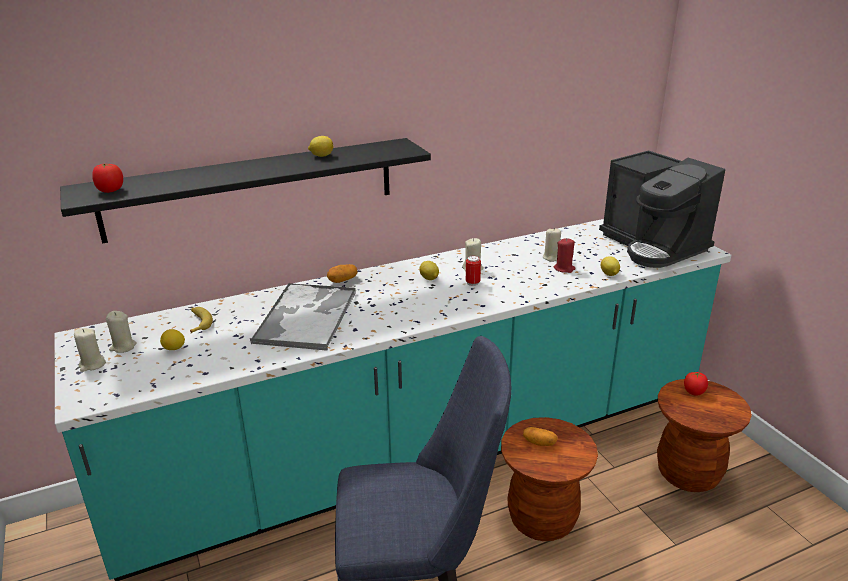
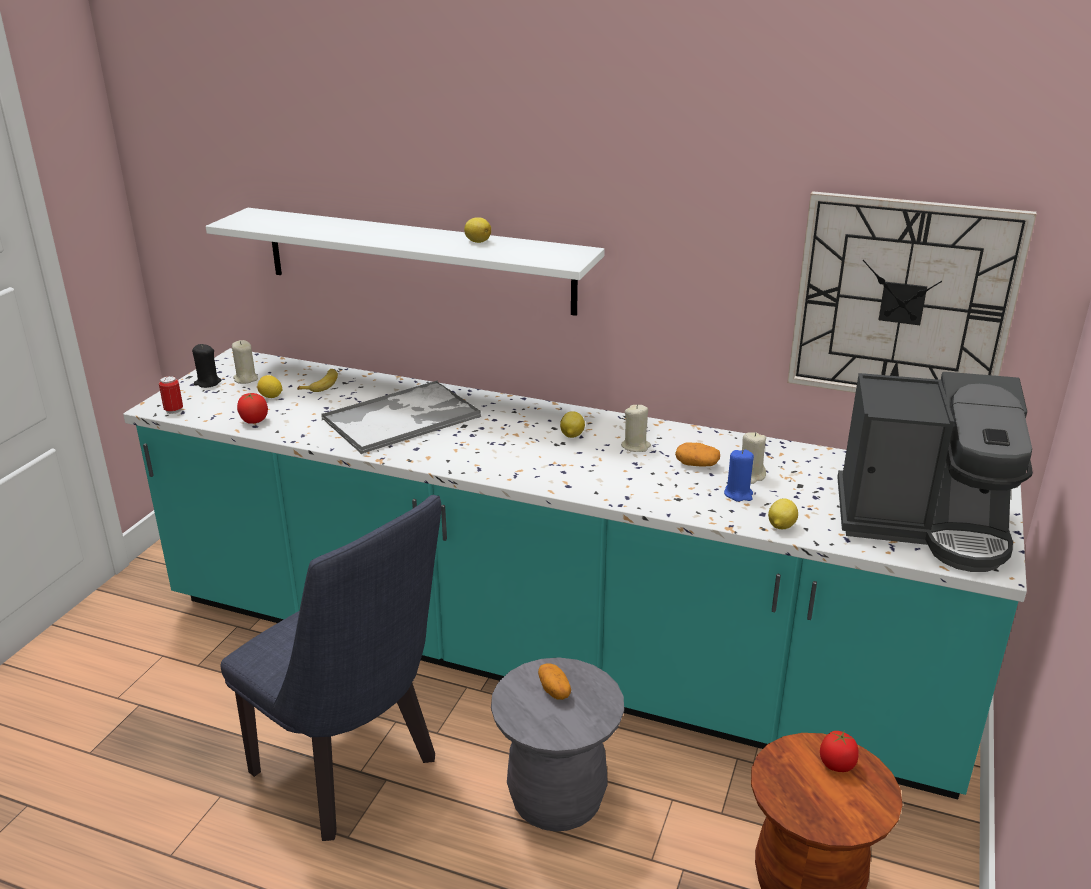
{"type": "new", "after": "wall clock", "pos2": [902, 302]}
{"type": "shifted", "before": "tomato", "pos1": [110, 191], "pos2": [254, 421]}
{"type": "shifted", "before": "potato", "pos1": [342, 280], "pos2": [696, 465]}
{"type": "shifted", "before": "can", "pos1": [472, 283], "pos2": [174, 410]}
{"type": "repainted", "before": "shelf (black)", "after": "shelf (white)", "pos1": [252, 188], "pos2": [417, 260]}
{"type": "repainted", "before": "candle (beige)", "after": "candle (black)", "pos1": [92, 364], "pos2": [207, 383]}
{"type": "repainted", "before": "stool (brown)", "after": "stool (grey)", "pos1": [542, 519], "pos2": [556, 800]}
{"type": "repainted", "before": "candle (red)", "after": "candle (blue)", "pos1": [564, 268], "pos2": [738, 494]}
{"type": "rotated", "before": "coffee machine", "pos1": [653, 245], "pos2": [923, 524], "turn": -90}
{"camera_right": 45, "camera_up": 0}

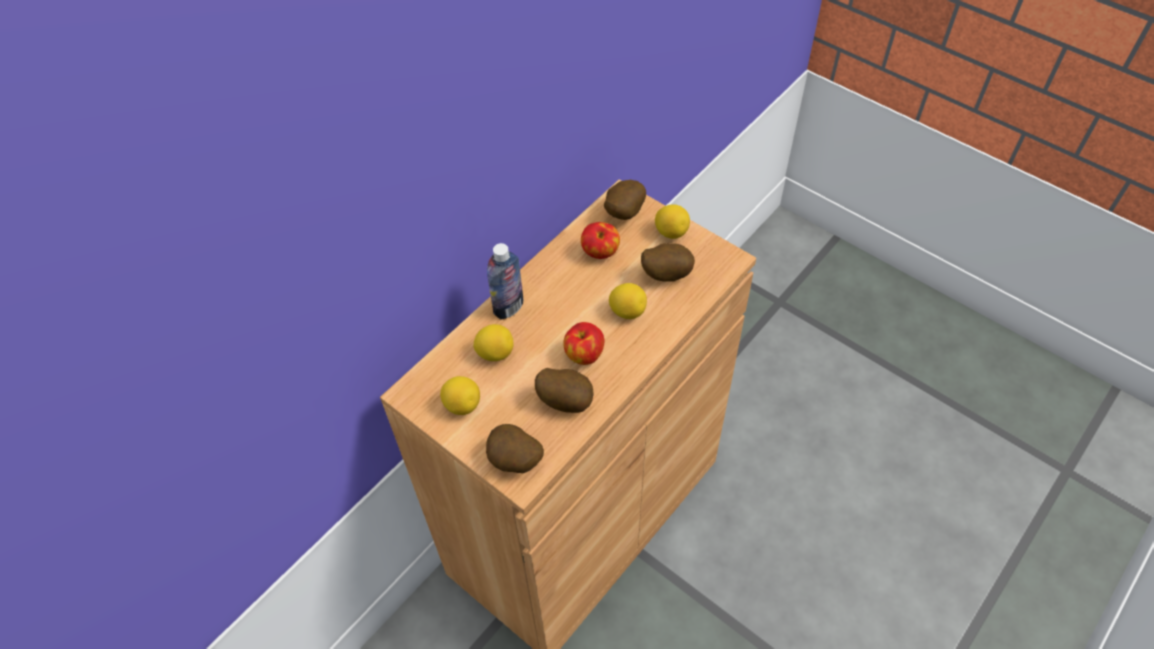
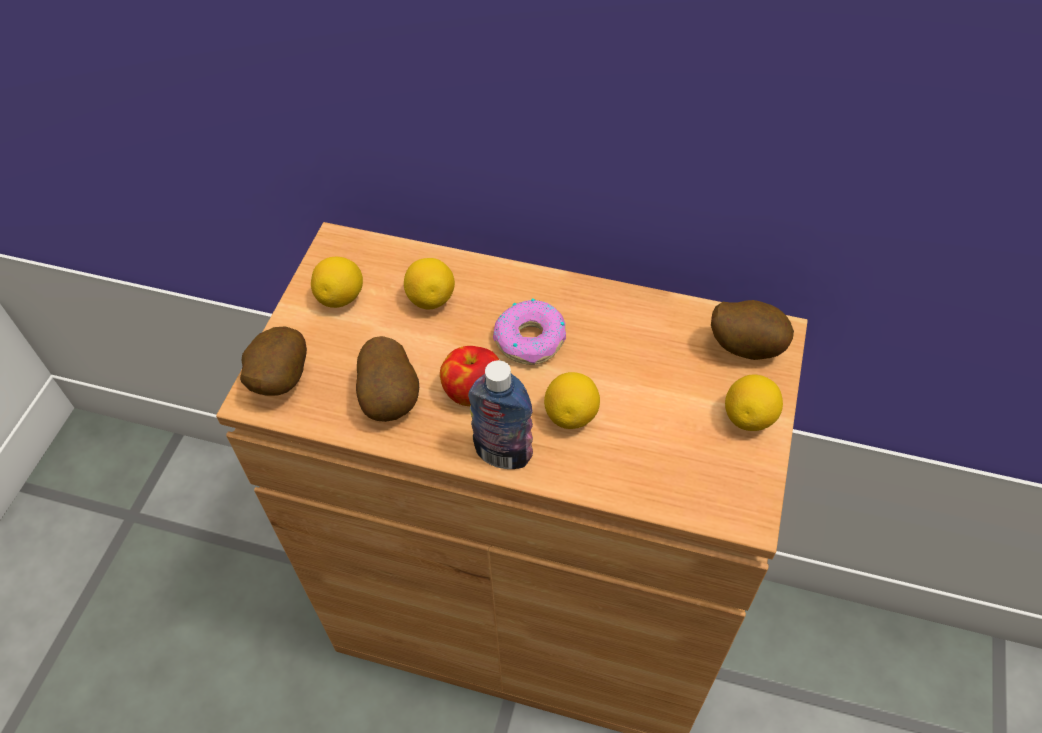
{"type": "gone", "before": "apple", "pos1": [600, 253]}
{"type": "gone", "before": "potato", "pos1": [665, 274]}
{"type": "new", "after": "donut", "pos2": [531, 339]}
{"type": "shifted", "before": "bottle", "pos1": [508, 307], "pos2": [503, 454]}
{"camera_right": 65, "camera_up": 0}

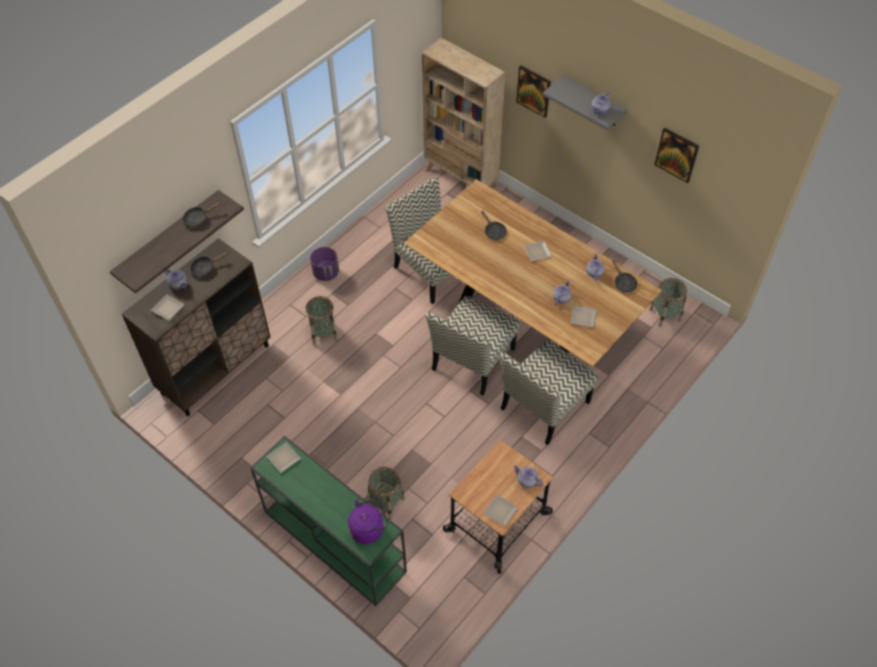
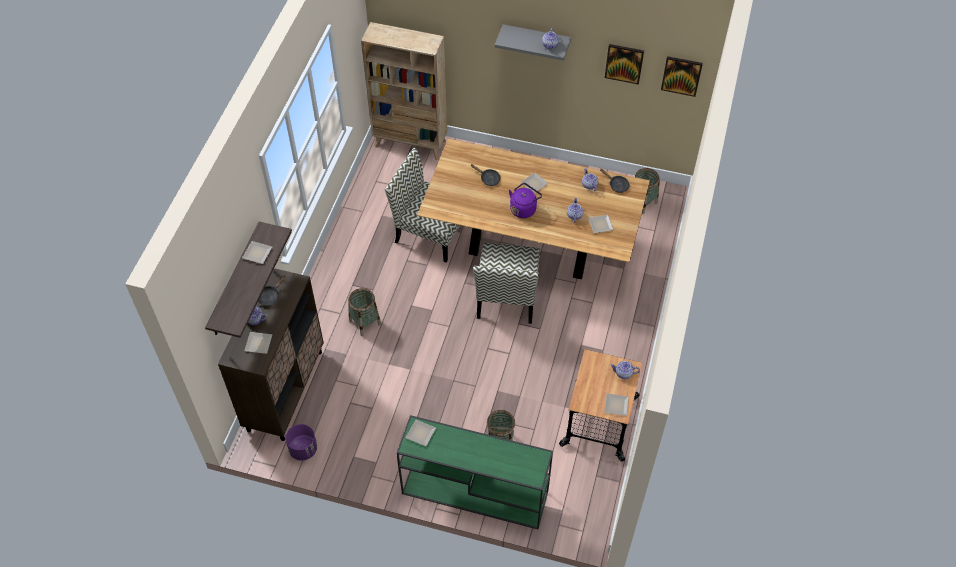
{"type": "gone", "before": "chair", "pos1": [544, 406]}
{"type": "shifted", "before": "planter (purple)", "pos1": [326, 273], "pos2": [303, 449]}
{"type": "shifted", "before": "kettle (purple)", "pos1": [368, 528], "pos2": [524, 208]}
{"type": "shifted", "before": "picture", "pos1": [534, 91], "pos2": [681, 75]}
{"type": "swapped", "before": "frying pan (black)", "after": "plate", "pos1": [198, 218], "pos2": [257, 252]}
{"camera_right": -25, "camera_up": 0}

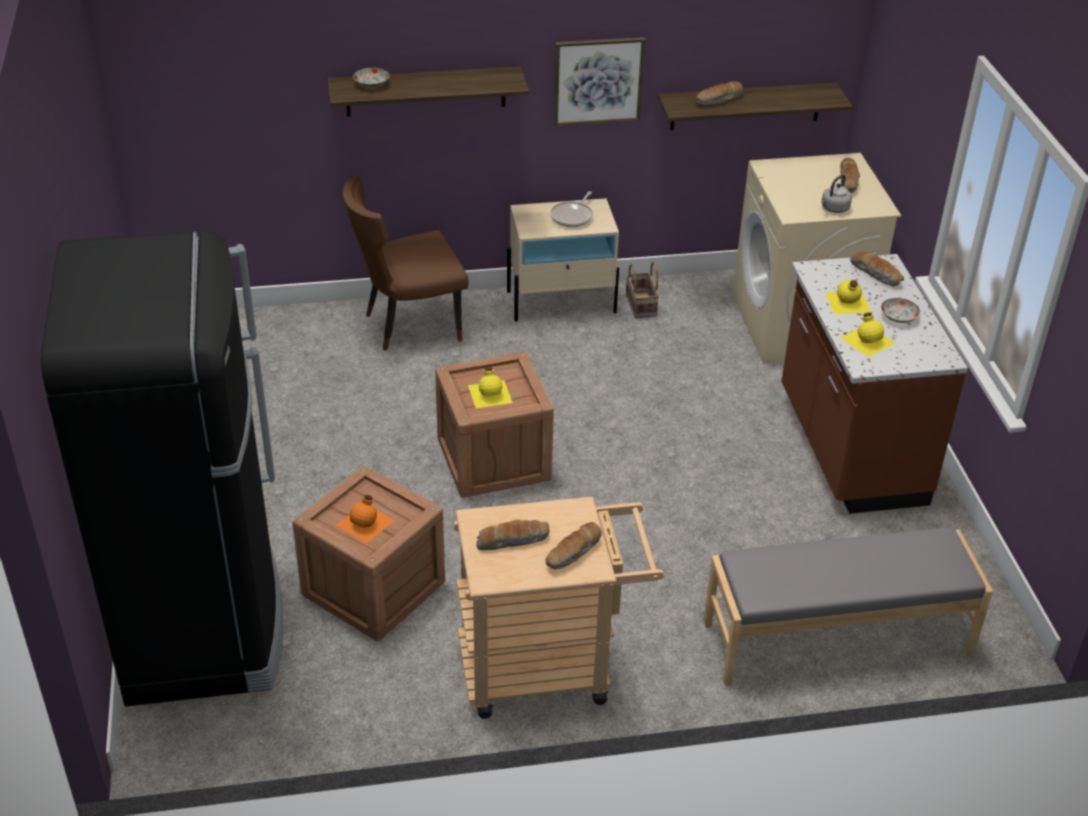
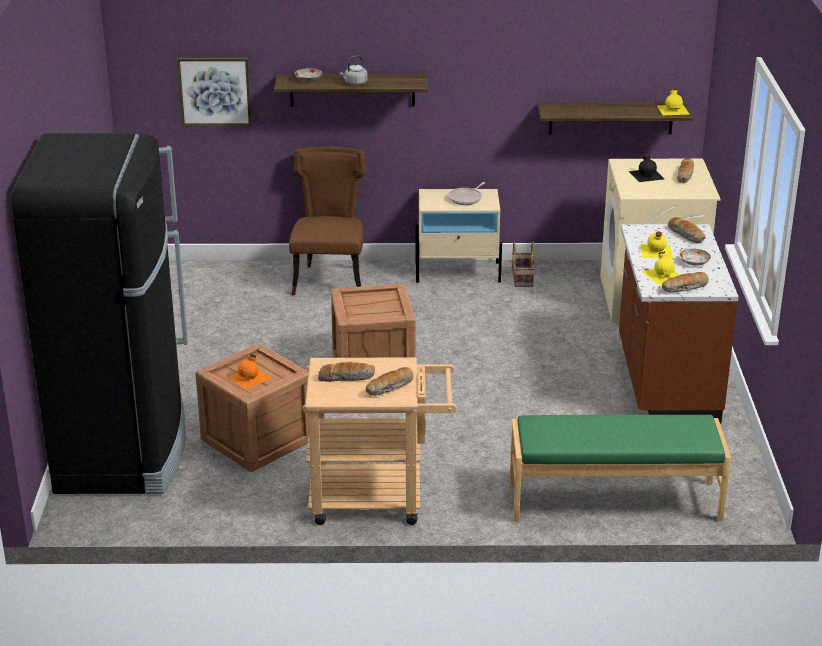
{"type": "new", "after": "bottle (black)", "pos2": [646, 175]}
{"type": "shifted", "before": "bottle (yellow)", "pos1": [490, 393], "pos2": [673, 109]}
{"type": "shifted", "before": "picture", "pos1": [598, 81], "pos2": [214, 91]}
{"type": "shifted", "before": "bread", "pos1": [719, 100], "pos2": [685, 288]}
{"type": "shifted", "before": "kettle (grey)", "pos1": [834, 209], "pos2": [354, 83]}
{"type": "repainted", "before": "bench (grey)", "after": "bench (green)", "pos1": [837, 640], "pos2": [614, 501]}
{"type": "rotated", "before": "chair (brown)", "pos1": [408, 325], "pos2": [330, 279], "turn": 105}
{"camera_right": 10, "camera_up": -10}

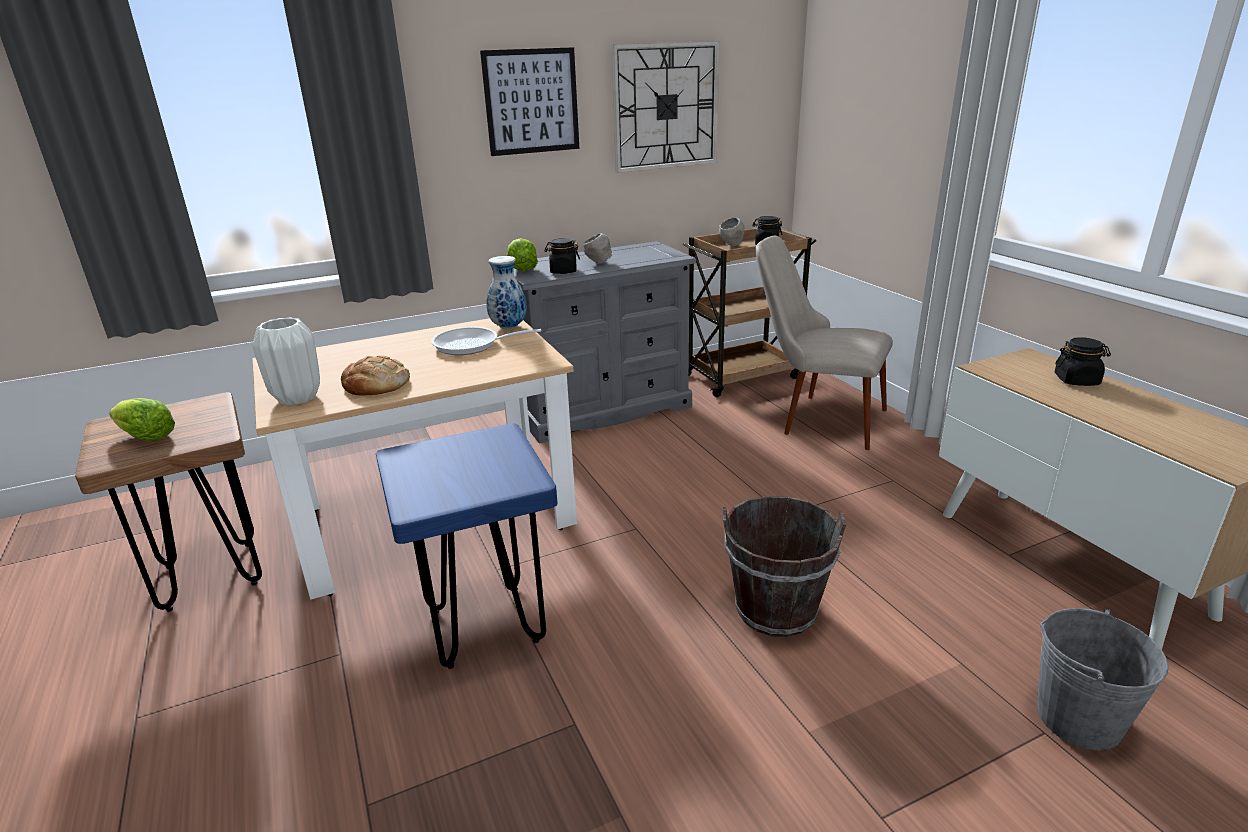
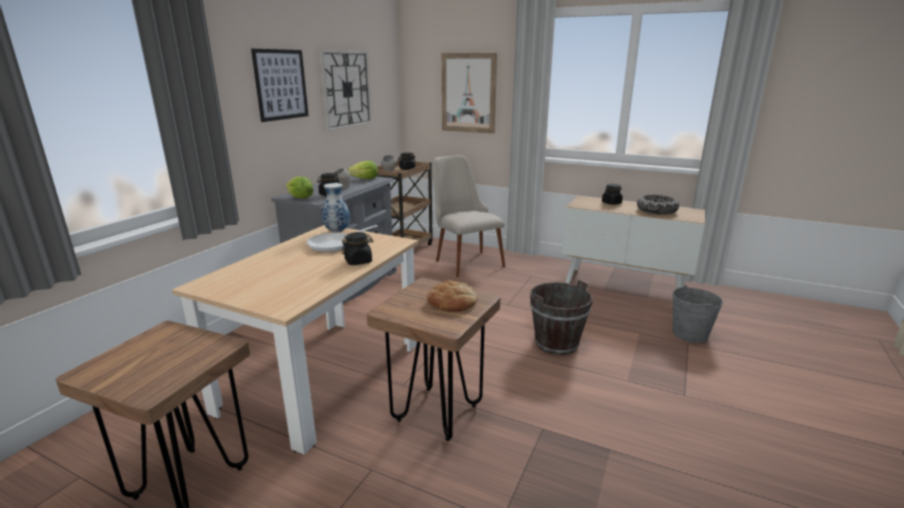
{"type": "gone", "before": "vase (white)", "pos1": [296, 398]}
{"type": "new", "after": "jar (black)", "pos2": [358, 261]}
{"type": "new", "after": "picture", "pos2": [468, 93]}
{"type": "new", "after": "bowl", "pos2": [656, 210]}
{"type": "shifted", "before": "lettuce", "pos1": [147, 438], "pos2": [365, 179]}
{"type": "shifted", "before": "bread", "pos1": [376, 384], "pos2": [452, 302]}
{"type": "repainted", "before": "stool (blue)", "after": "stool (brown)", "pos1": [484, 626], "pos2": [437, 413]}
{"type": "rotated", "before": "chair (beige)", "pos1": [816, 418], "pos2": [464, 260], "turn": 75}
{"camera_right": -40, "camera_up": -5}

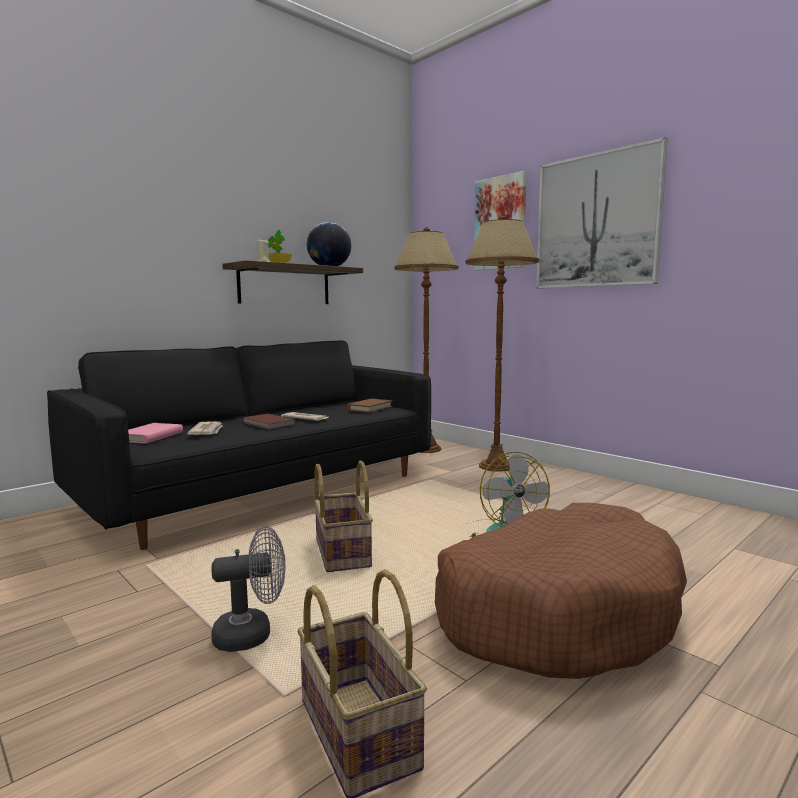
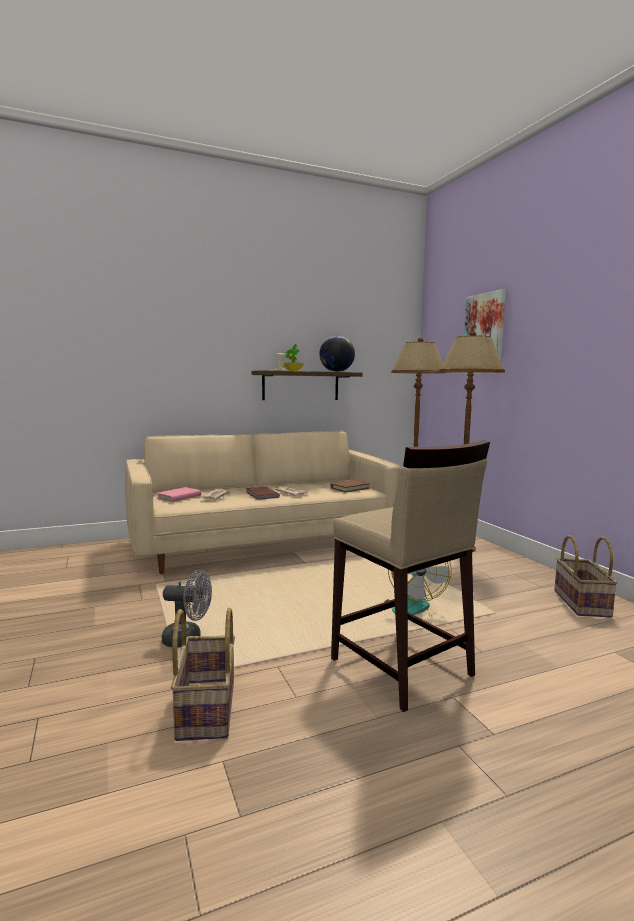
{"type": "gone", "before": "picture", "pos1": [597, 221]}
{"type": "shifted", "before": "basket", "pos1": [341, 553], "pos2": [580, 603]}
{"type": "swapped", "before": "dog bed (brown)", "after": "stool (beige)", "pos1": [556, 611], "pos2": [401, 667]}
{"type": "repainted", "before": "sofa (black)", "after": "sofa (beige)", "pos1": [262, 490], "pos2": [262, 543]}
{"camera_right": 20, "camera_up": 0}

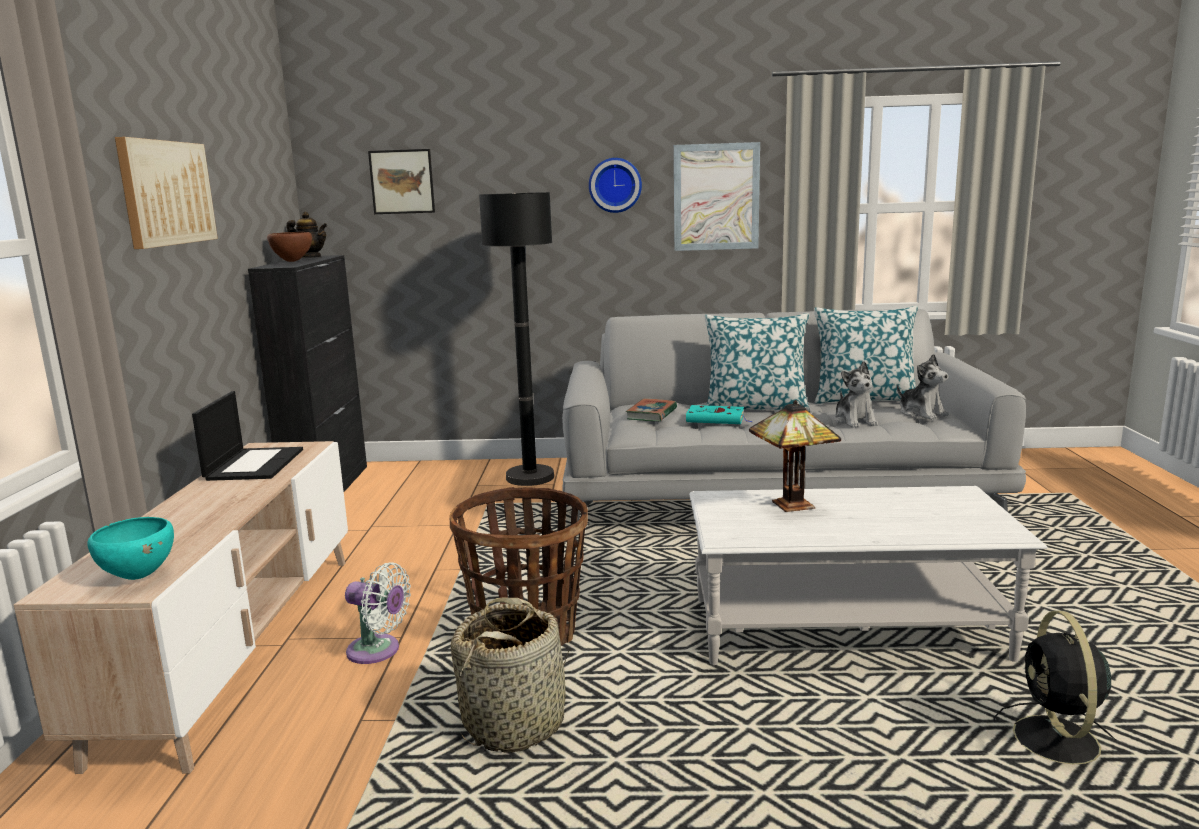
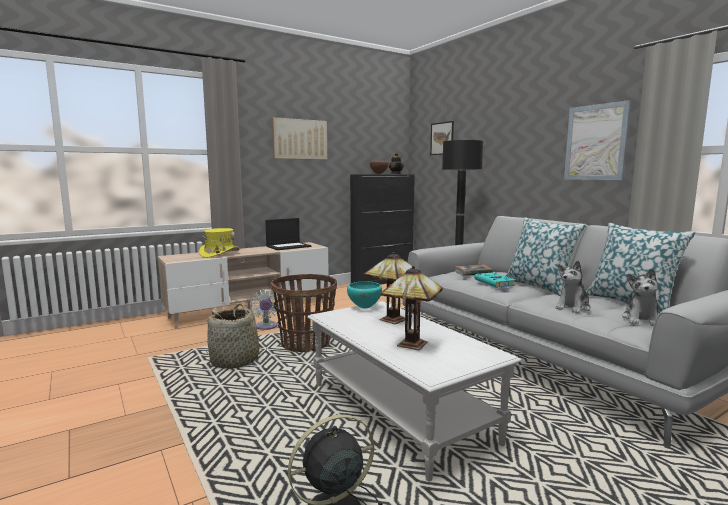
{"type": "gone", "before": "wall clock", "pos1": [615, 185]}
{"type": "new", "after": "hat (yellow)", "pos2": [219, 254]}
{"type": "new", "after": "table lamp", "pos2": [409, 344]}
{"type": "shifted", "before": "bowl (turquoise)", "pos1": [138, 577], "pos2": [364, 308]}
{"camera_right": 55, "camera_up": -5}

